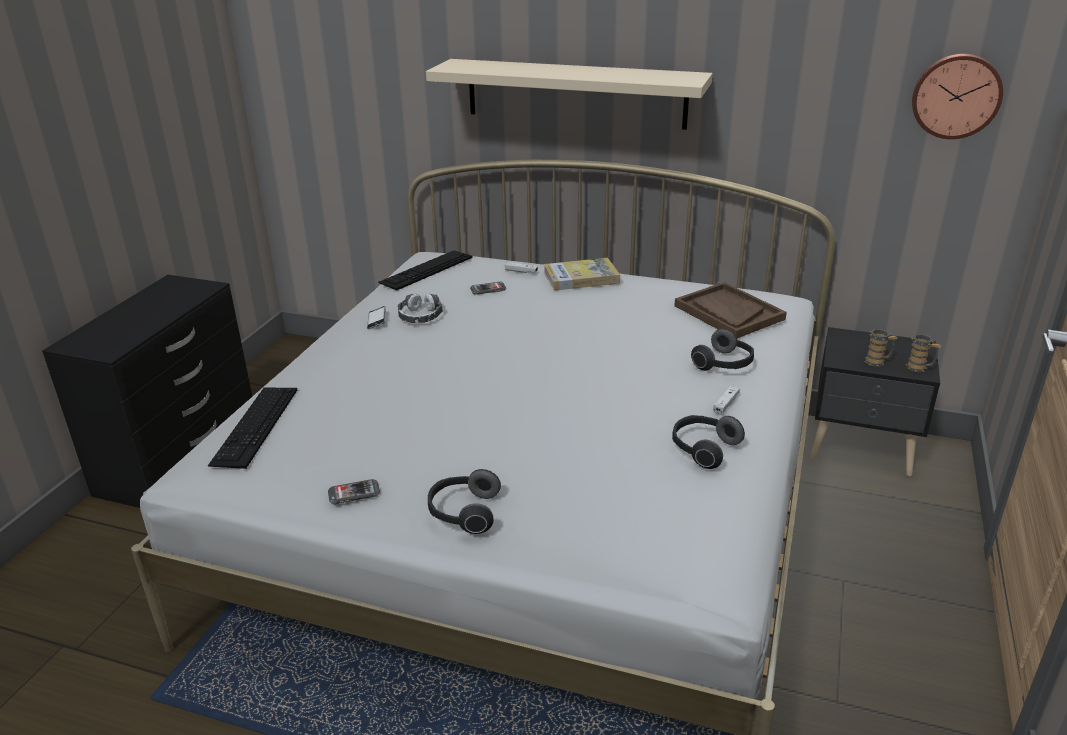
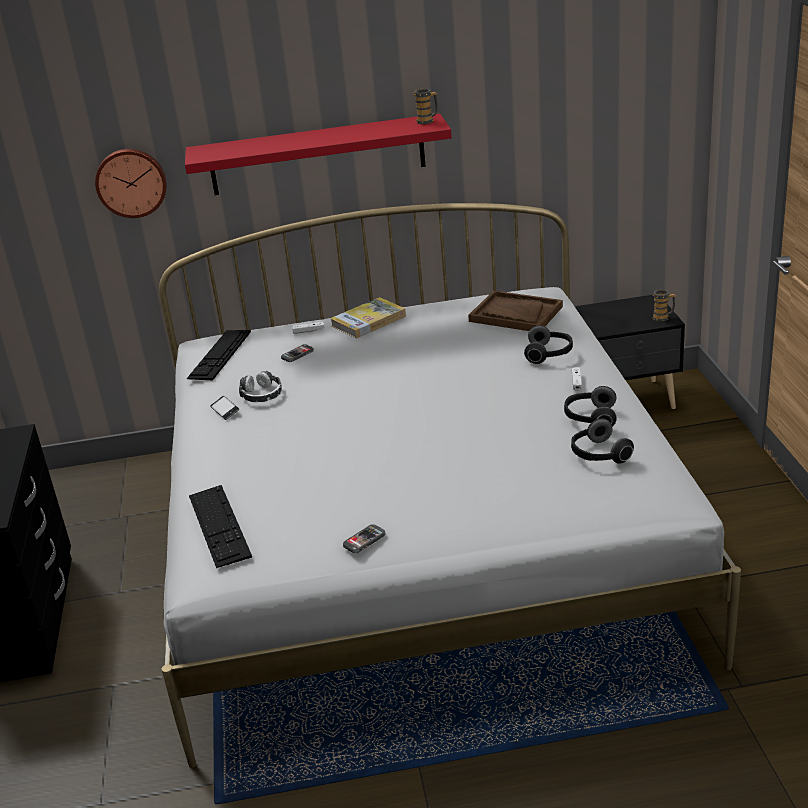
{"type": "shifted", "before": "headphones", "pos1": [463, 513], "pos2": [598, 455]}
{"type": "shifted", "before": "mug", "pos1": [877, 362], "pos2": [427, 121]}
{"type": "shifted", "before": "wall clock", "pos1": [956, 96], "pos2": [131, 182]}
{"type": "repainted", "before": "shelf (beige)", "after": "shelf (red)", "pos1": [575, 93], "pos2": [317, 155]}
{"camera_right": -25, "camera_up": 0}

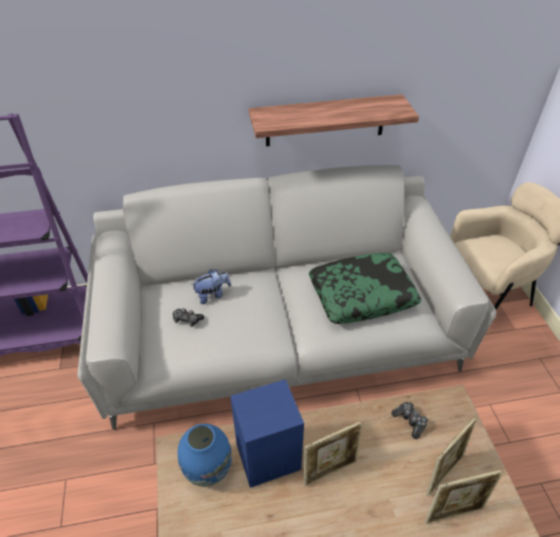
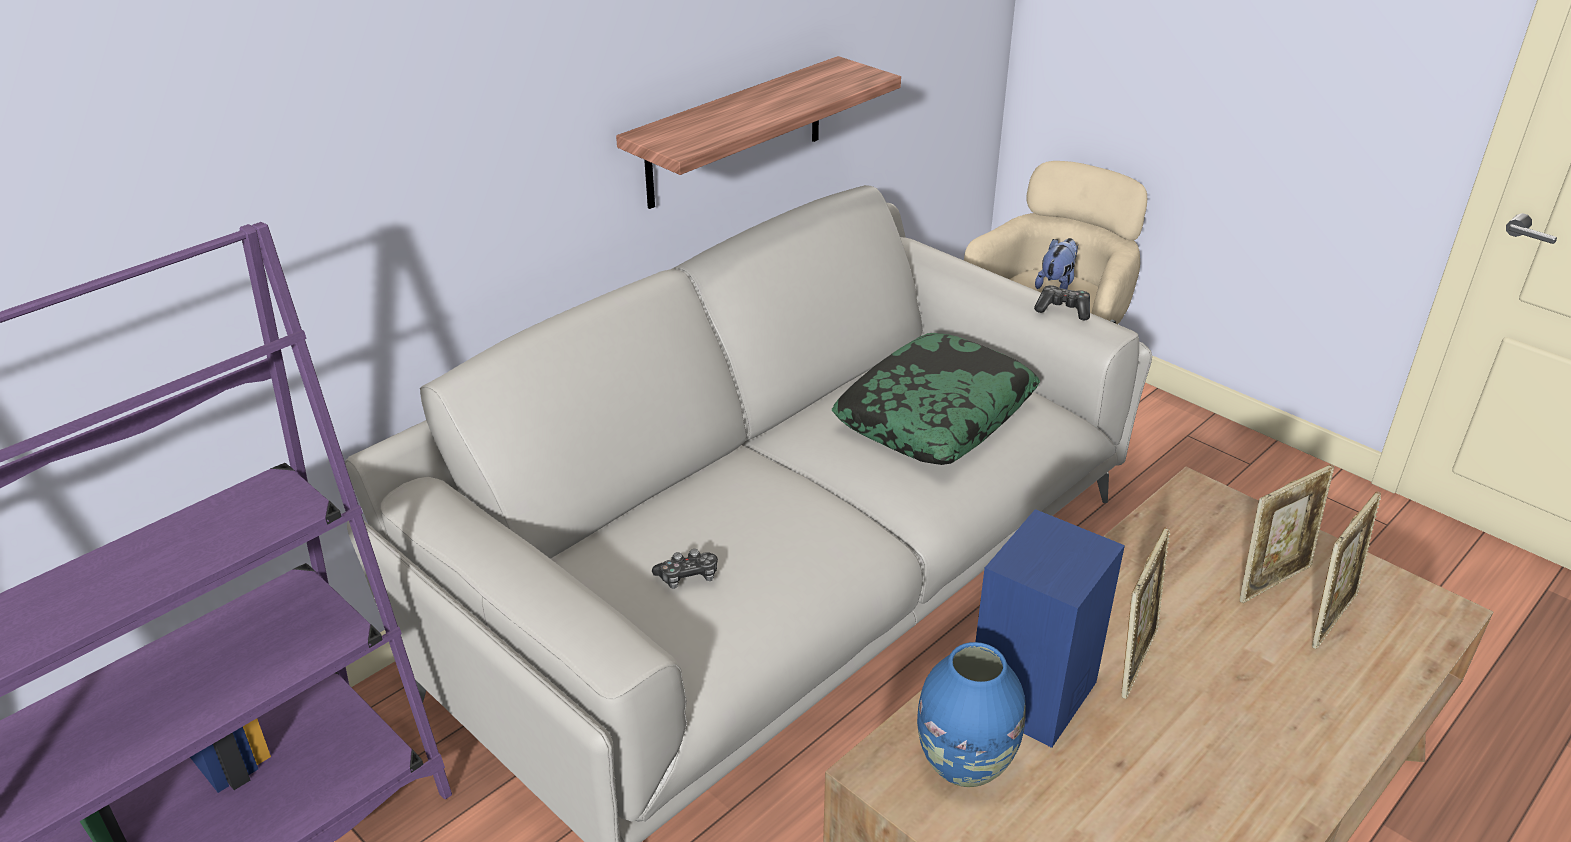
{"type": "shifted", "before": "plush toy", "pos1": [212, 295], "pos2": [1056, 284]}
{"type": "shifted", "before": "game controller", "pos1": [410, 421], "pos2": [1063, 310]}
{"type": "rotated", "before": "picture frame", "pos1": [442, 473], "pos2": [1272, 580], "turn": 45}
{"camera_right": -35, "camera_up": -10}

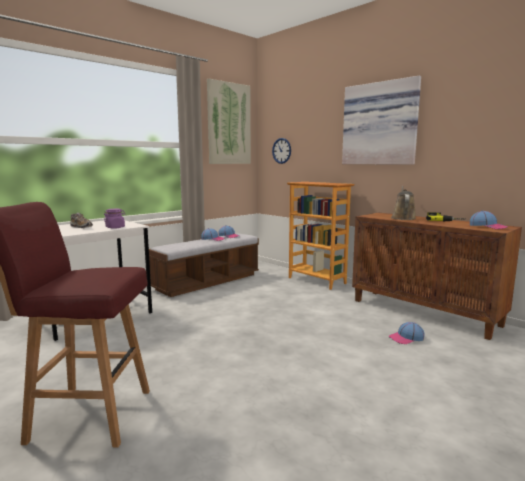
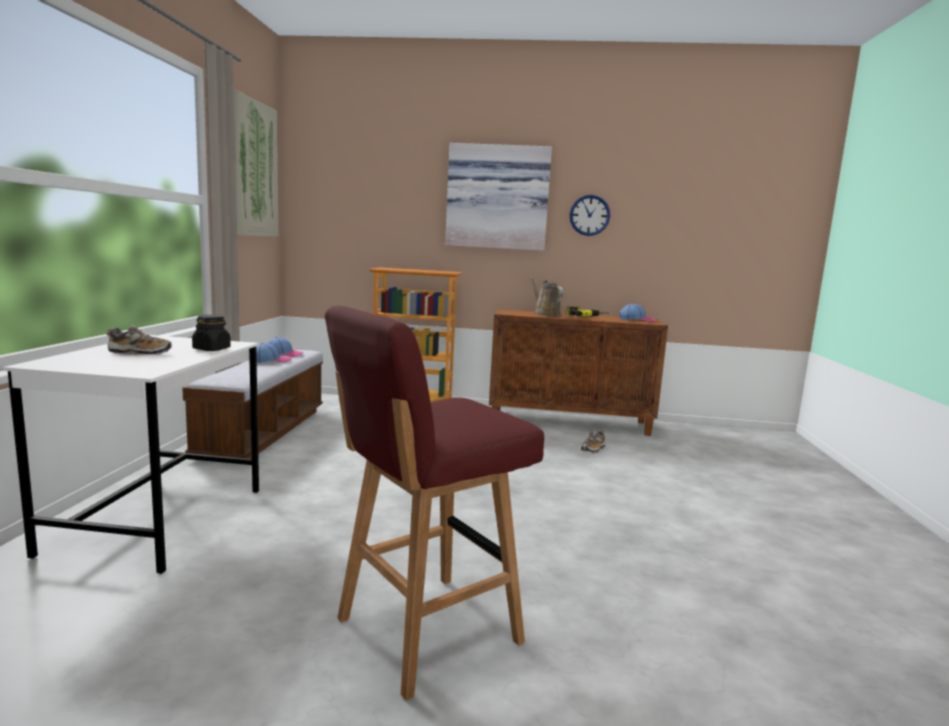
{"type": "shifted", "before": "wall clock", "pos1": [281, 150], "pos2": [589, 215]}
{"type": "swapped", "before": "cap", "after": "shoe", "pos1": [406, 338], "pos2": [593, 449]}
{"type": "repainted", "before": "jar (purple)", "after": "jar (black)", "pos1": [115, 227], "pos2": [211, 349]}
{"camera_right": -40, "camera_up": 0}

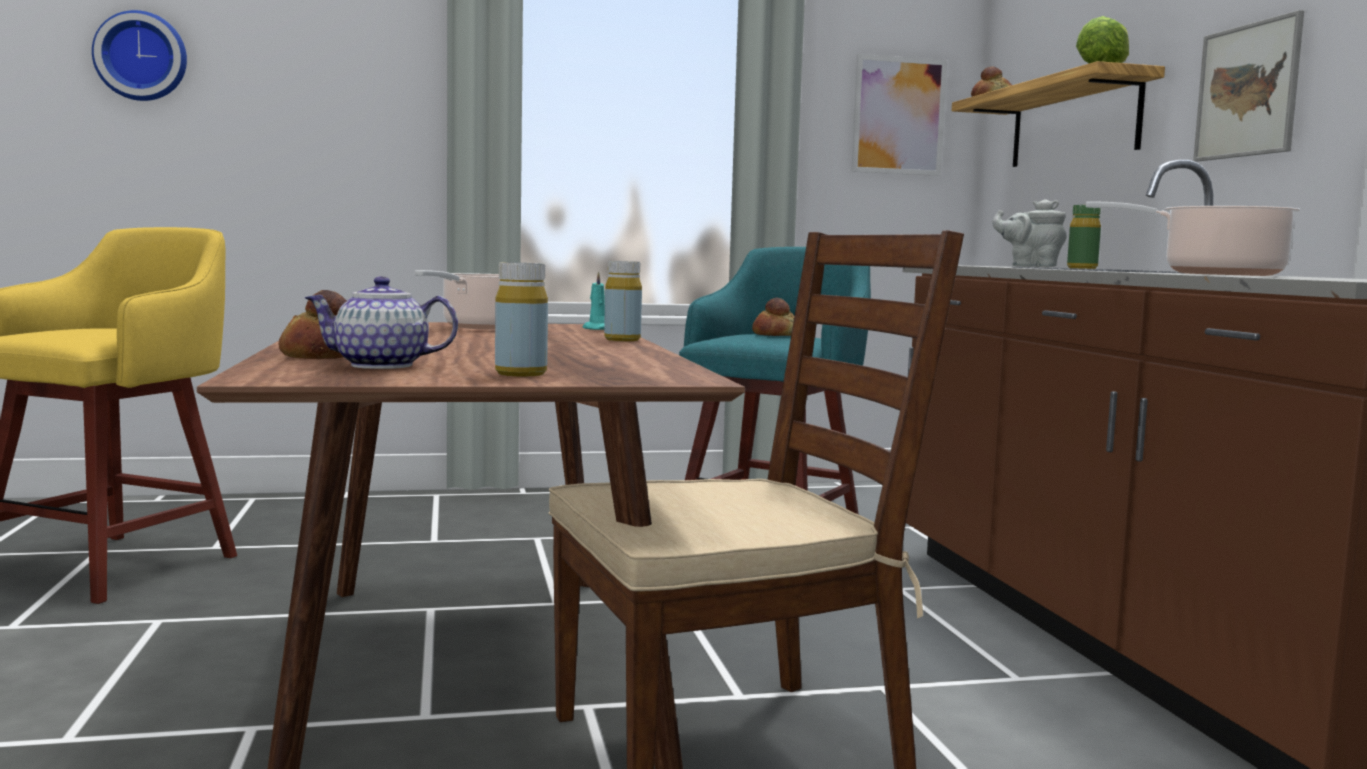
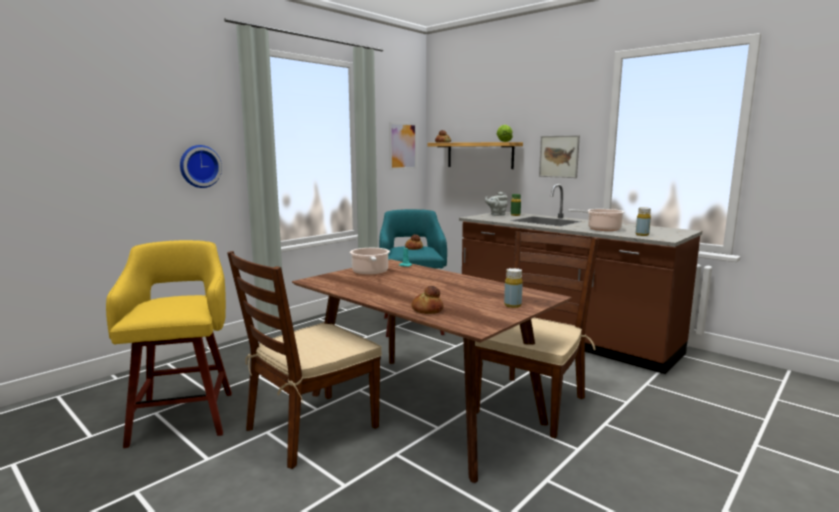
{"type": "gone", "before": "teapot", "pos1": [382, 365]}
{"type": "new", "after": "chair (brown)", "pos2": [311, 428]}
{"type": "shifted", "before": "wall clock", "pos1": [142, 57], "pos2": [199, 166]}
{"type": "shifted", "before": "bottle (yellow)", "pos1": [622, 339], "pos2": [642, 235]}
{"camera_right": -35, "camera_up": 5}

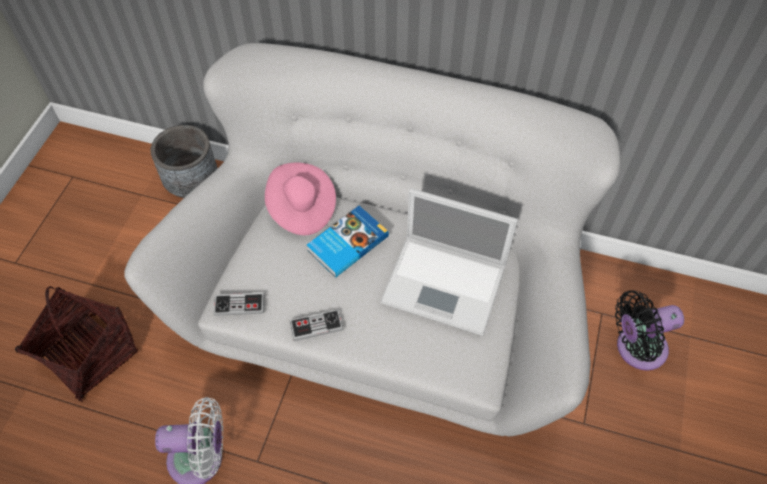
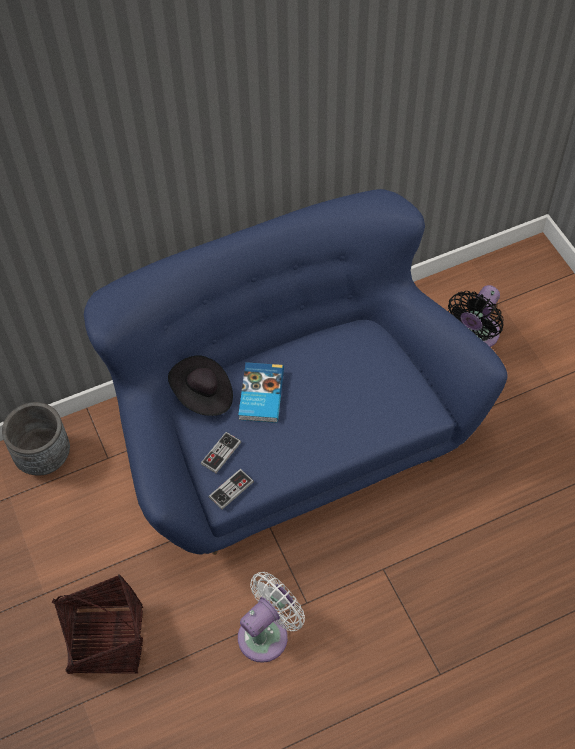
{"type": "gone", "before": "laptop", "pos1": [446, 284]}
{"type": "shifted", "before": "game controller", "pos1": [316, 326], "pos2": [221, 453]}
{"type": "repainted", "before": "sofa (white)", "after": "sofa (blue)", "pos1": [383, 310], "pos2": [290, 437]}
{"type": "repainted", "before": "hat (pink)", "after": "hat (black)", "pos1": [301, 209], "pos2": [203, 395]}
{"camera_right": -40, "camera_up": 0}

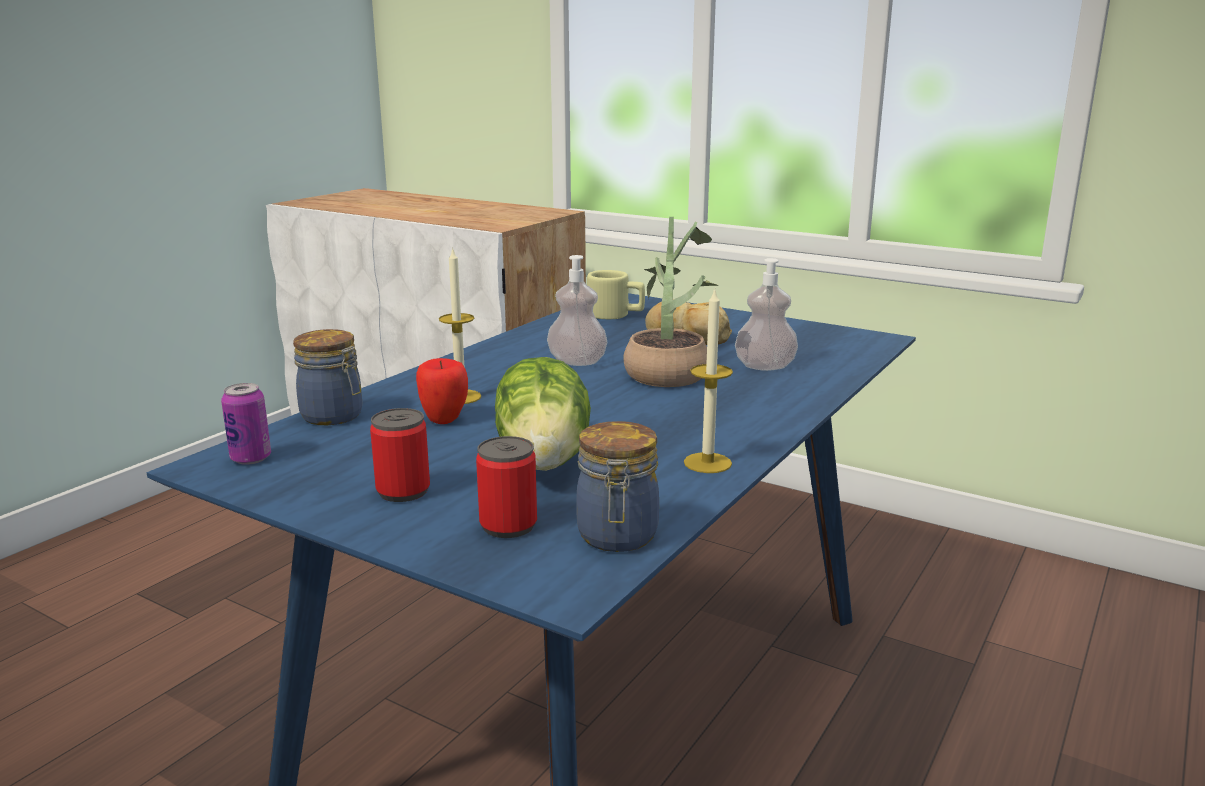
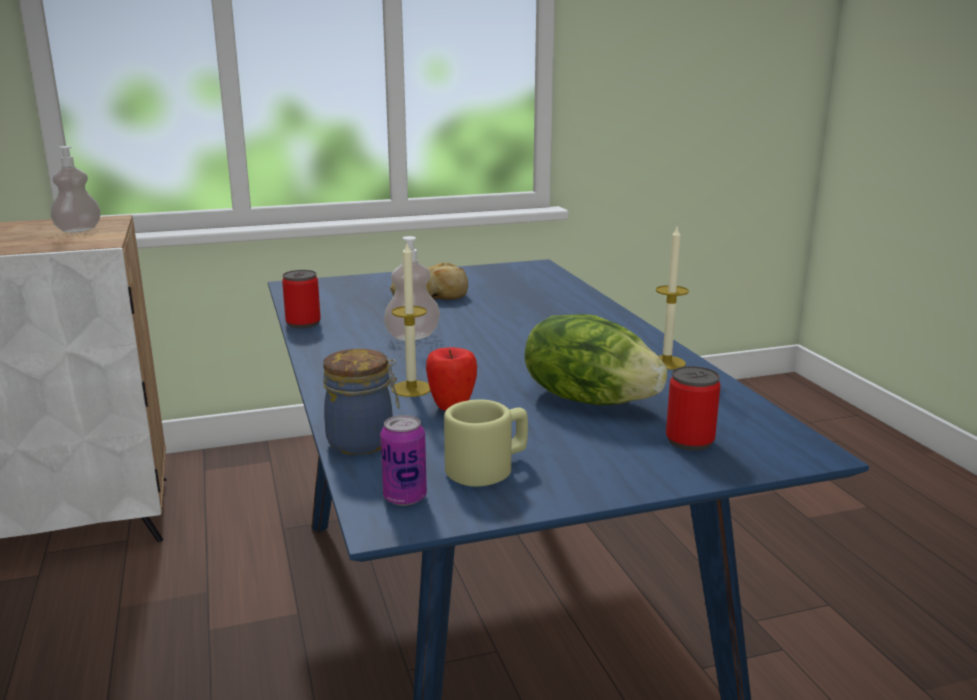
{"type": "gone", "before": "jar", "pos1": [617, 537]}
{"type": "gone", "before": "potted plant", "pos1": [668, 371]}
{"type": "shifted", "before": "can", "pos1": [403, 491], "pos2": [303, 323]}
{"type": "shifted", "before": "mug (beige)", "pos1": [616, 315], "pos2": [489, 468]}
{"type": "shifted", "before": "soap dispenser", "pos1": [765, 367], "pos2": [78, 230]}
{"camera_right": -50, "camera_up": 0}

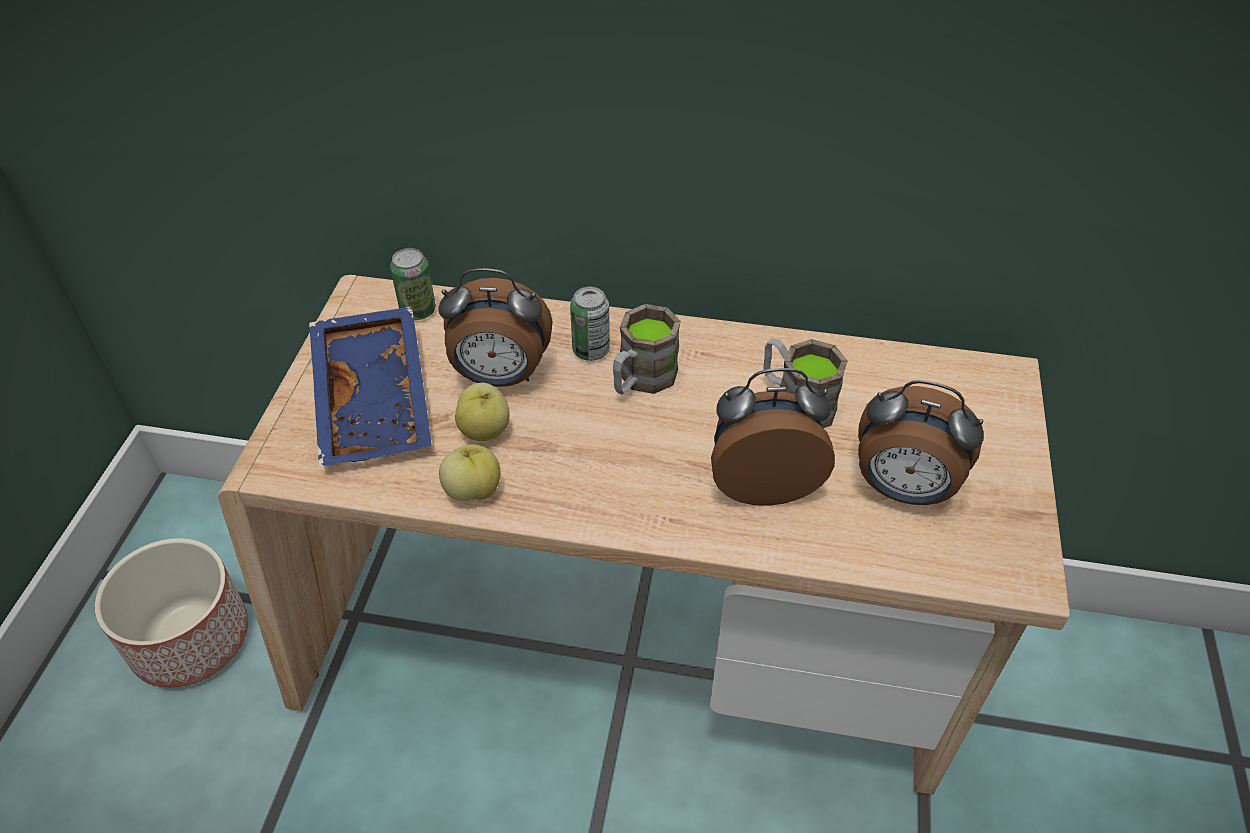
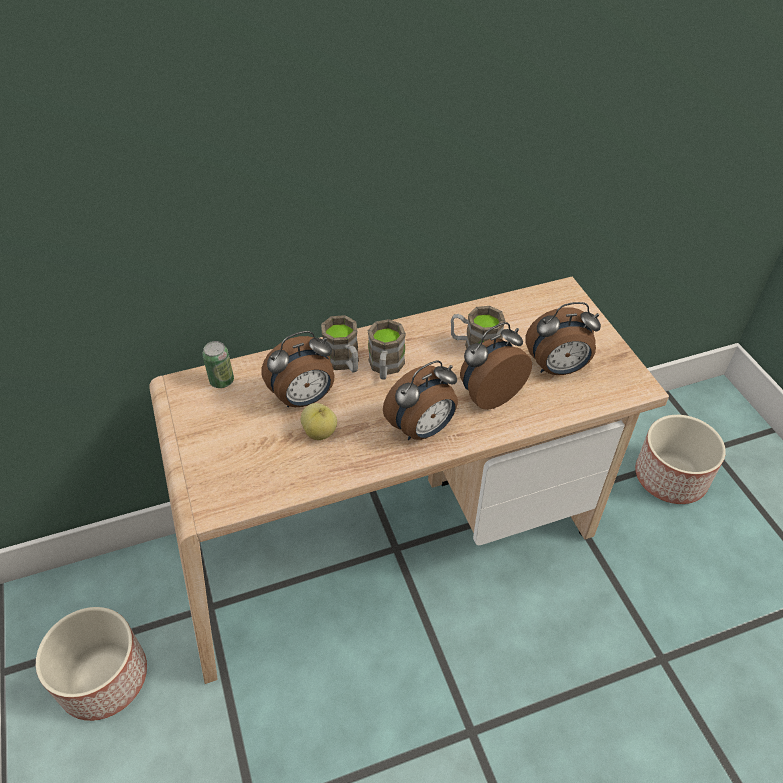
{"type": "gone", "before": "tray (blue)", "pos1": [377, 400]}
{"type": "gone", "before": "apple", "pos1": [473, 490]}
{"type": "new", "after": "alarm clock", "pos2": [422, 429]}
{"type": "new", "after": "planter", "pos2": [671, 477]}
{"type": "swapped", "before": "can", "after": "mug (brown)", "pos1": [591, 350], "pos2": [344, 362]}
{"camera_right": -30, "camera_up": 0}

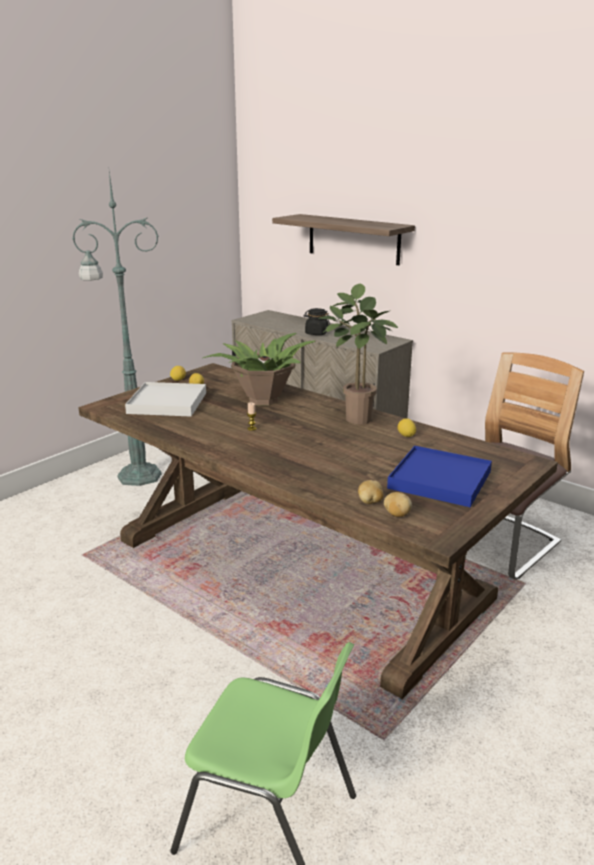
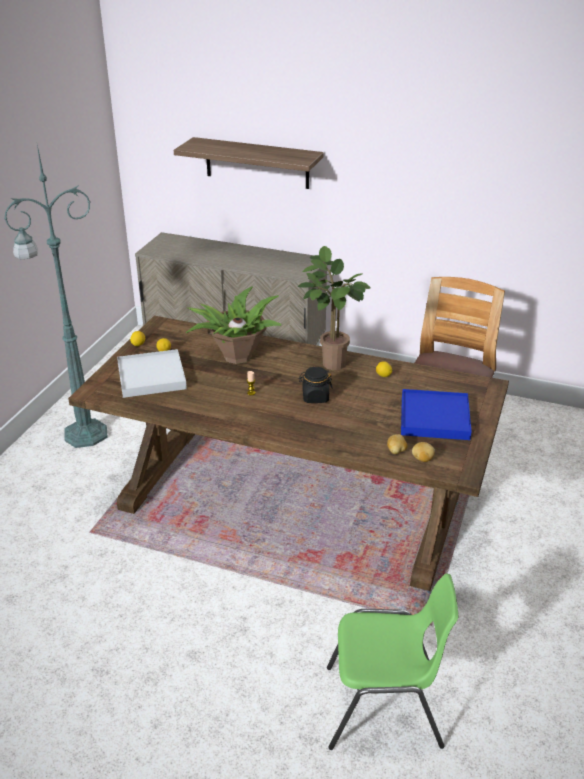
{"type": "shifted", "before": "jar (black)", "pos1": [316, 333], "pos2": [315, 397]}
{"camera_right": -20, "camera_up": 10}

